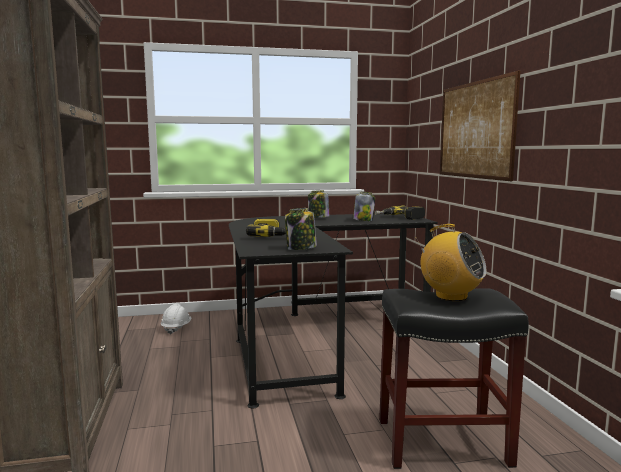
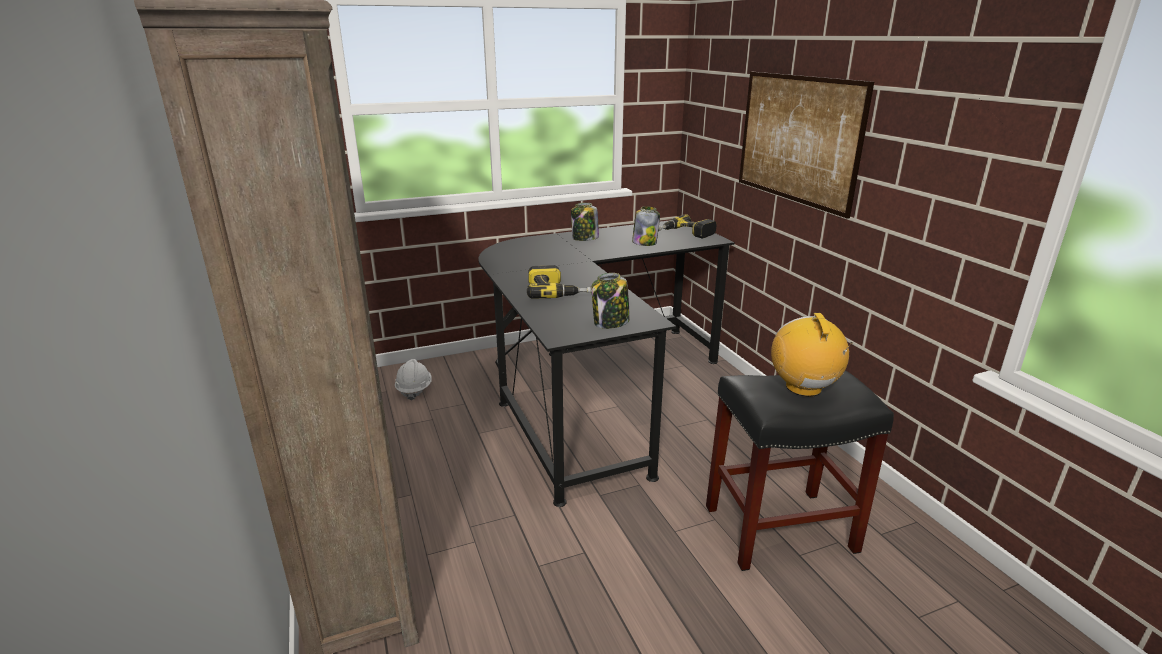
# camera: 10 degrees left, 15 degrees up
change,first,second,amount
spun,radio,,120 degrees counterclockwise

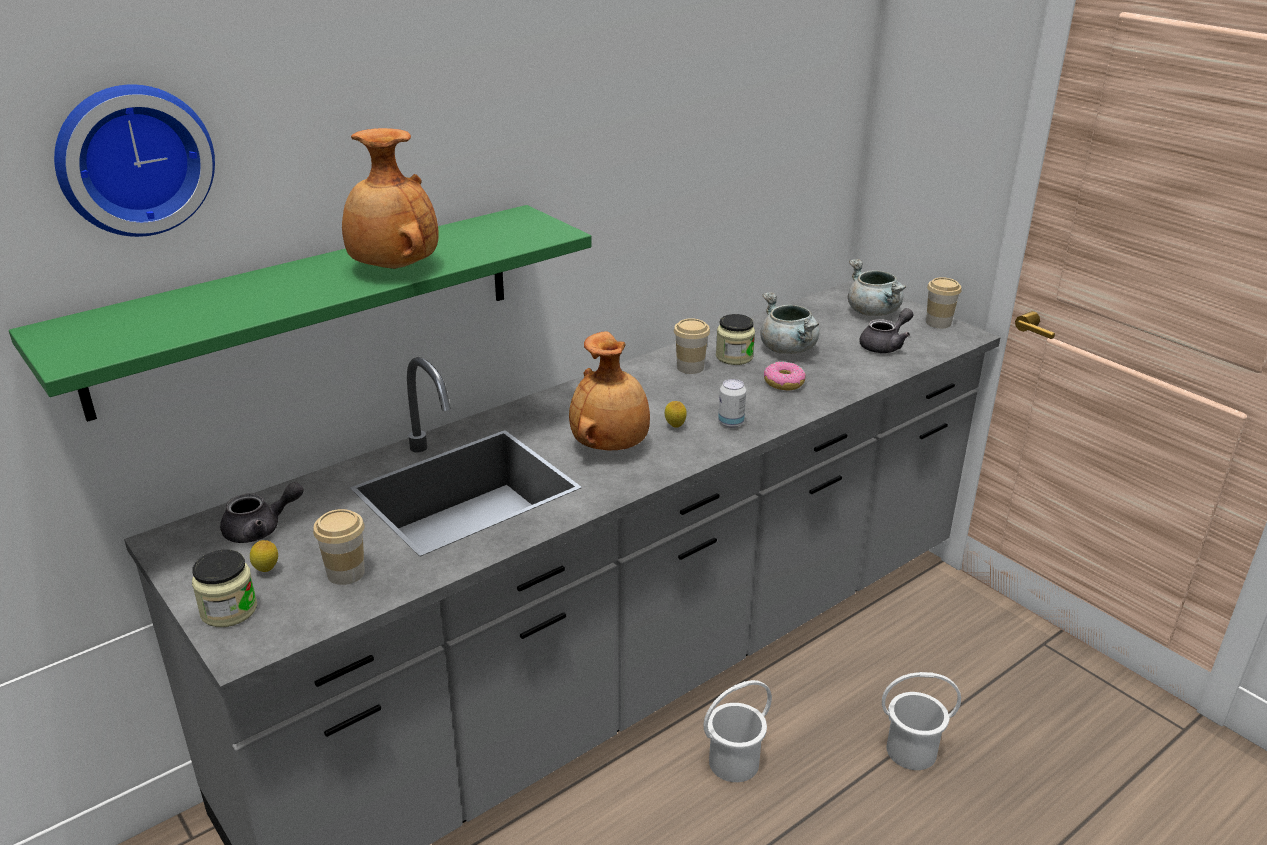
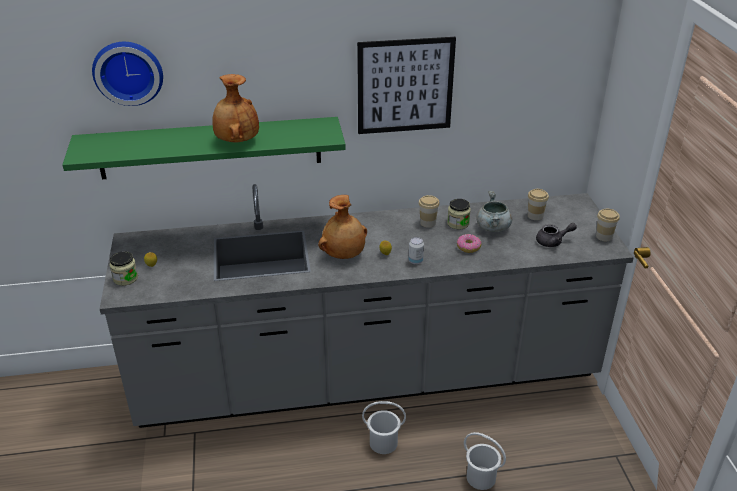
# camera: 30 degrees right, 5 degrees up
change,first,second,amount
missing,cooking pot (grey) (no. 2 from left),,
missing,teapot (grey) (no. 1 from left),,
relocated,cup (no. 1 from left in the first image),cup (no. 2 from left),
appeared,,picture,

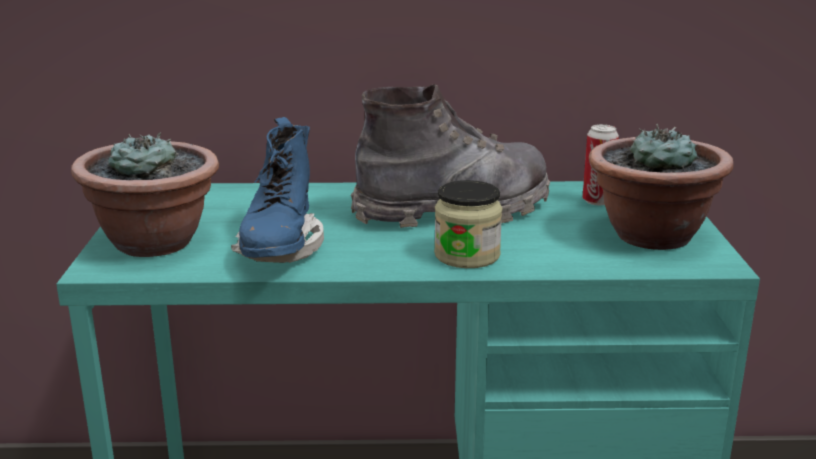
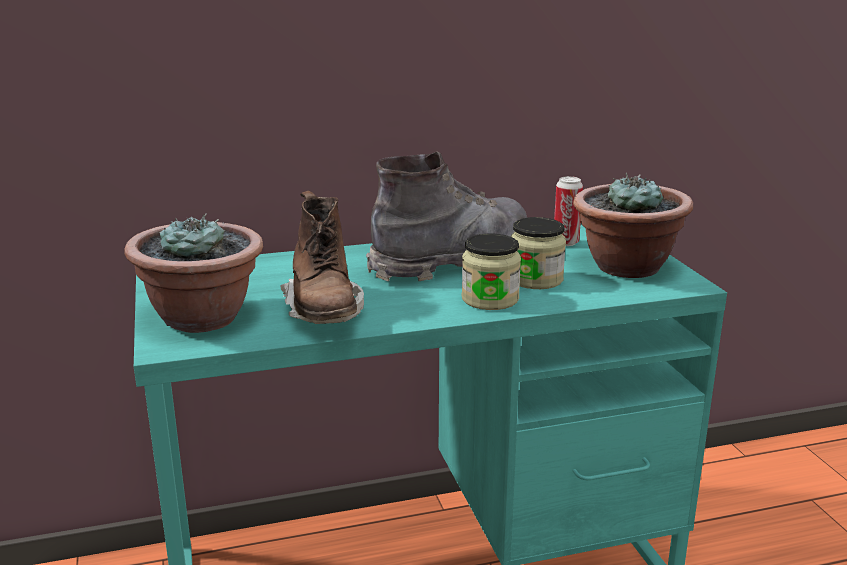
# camera: 15 degrees left, 0 degrees up
change,first,second,amount
colour,boot (blue),boot (brown),
appeared,,jar (no. 2 from left),

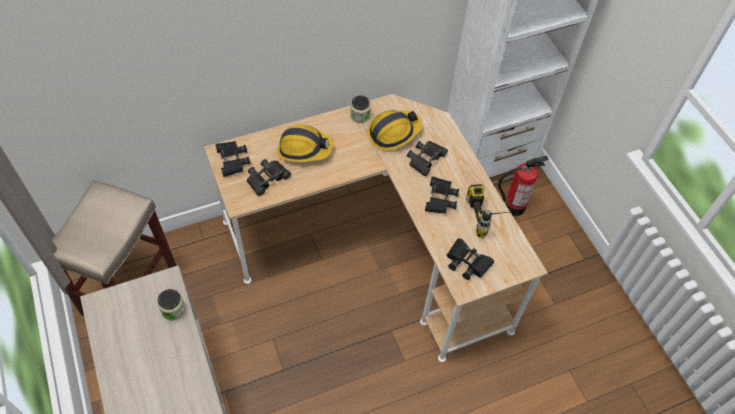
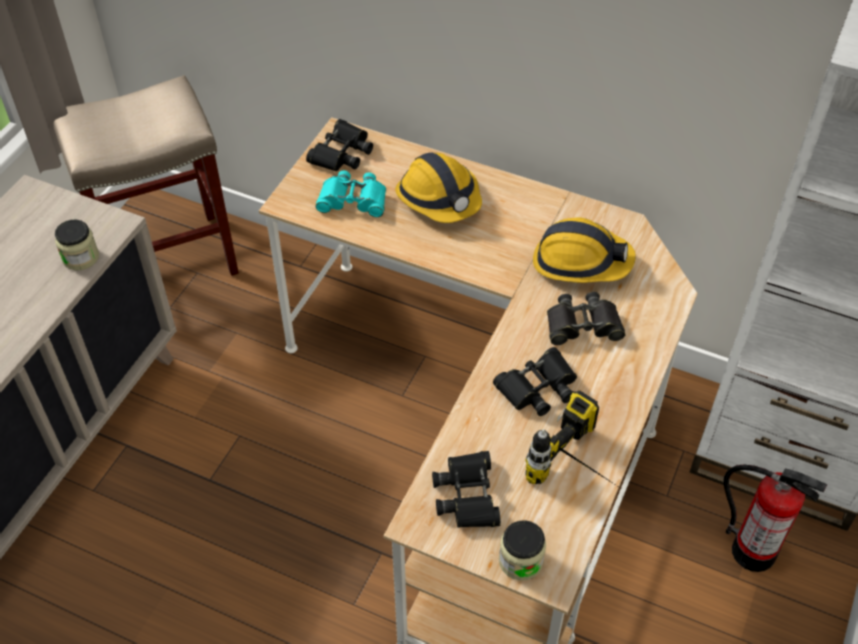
# camera: 50 degrees right, 5 degrees down
change,first,second,amount
relocated,jar (no. 2 from left),,
colour,binoculars (black) (no. 2 from left),binoculars (turquoise),

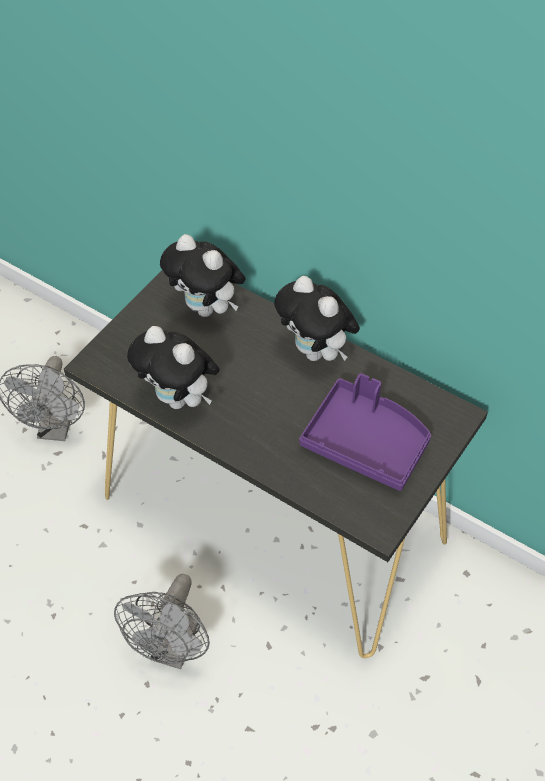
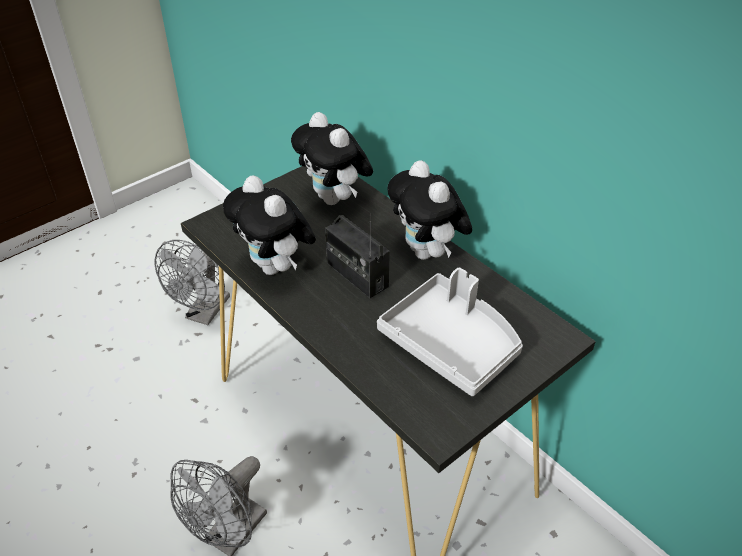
# camera: 15 degrees right, 10 degrees down
change,first,second,amount
colour,tray (purple),tray (grey),
appeared,,radio,

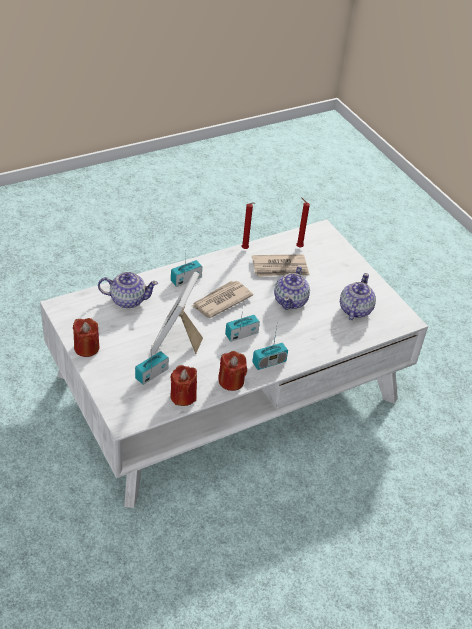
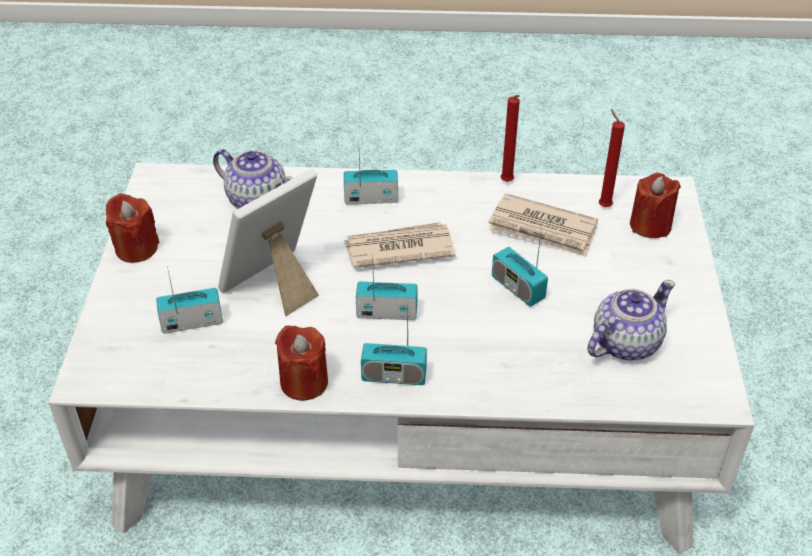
# camera: 35 degrees right, 0 degrees up
change,first,second,amount
exchanged,teapot (no. 2 from left),radio (no. 5 from left),
relocated,candle (red) (no. 2 from left in the first image),candle (red) (no. 5 from left),

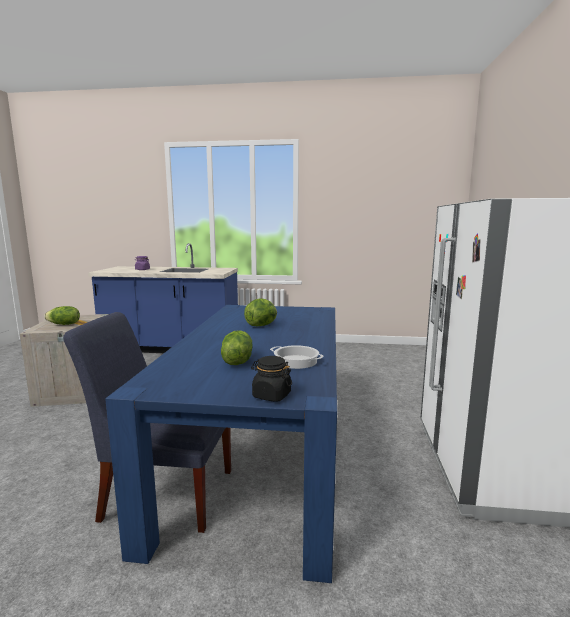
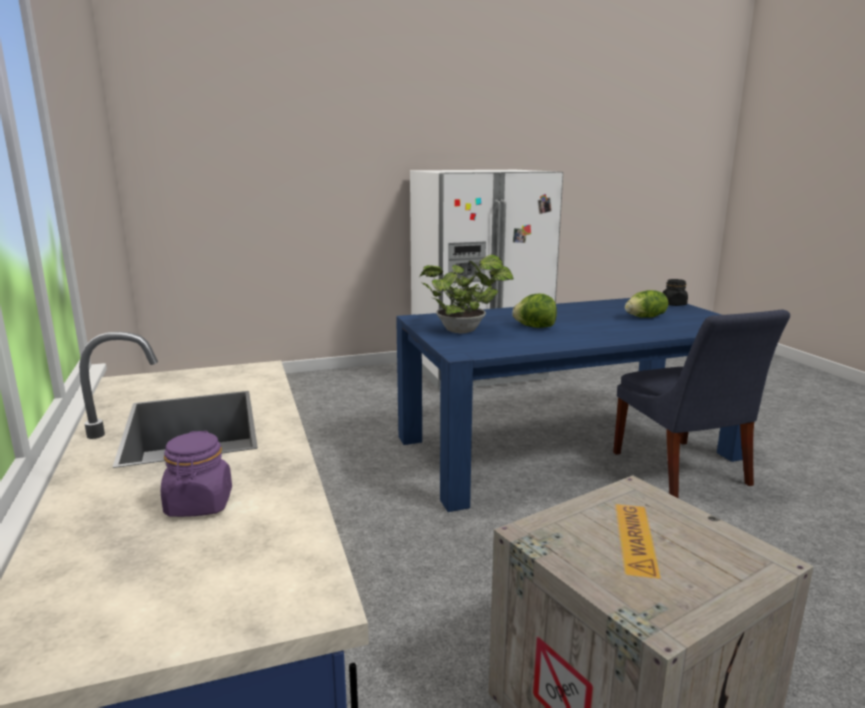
# camera: 115 degrees left, 5 degrees up
change,first,second,amount
missing,lettuce (no. 1 from left),,
missing,cooking pot,,
appeared,,potted plant,

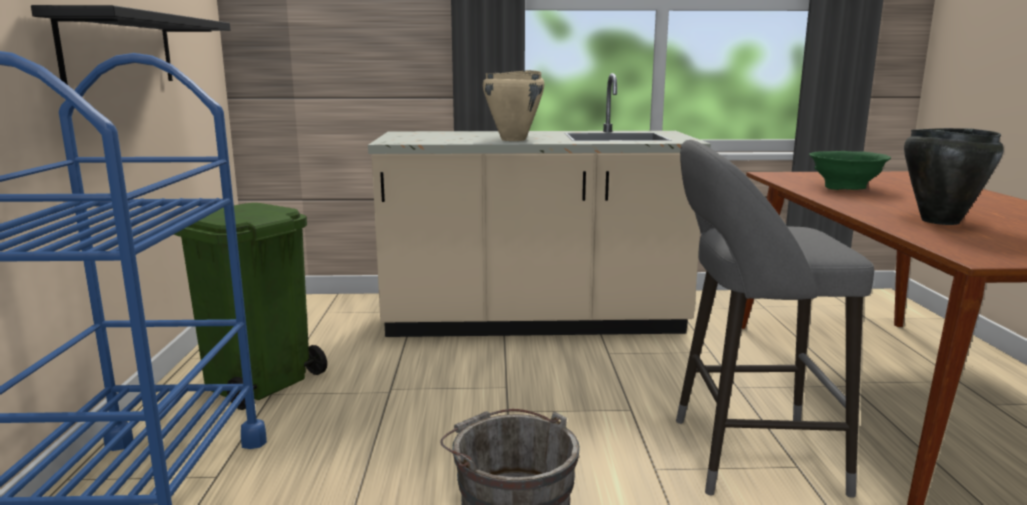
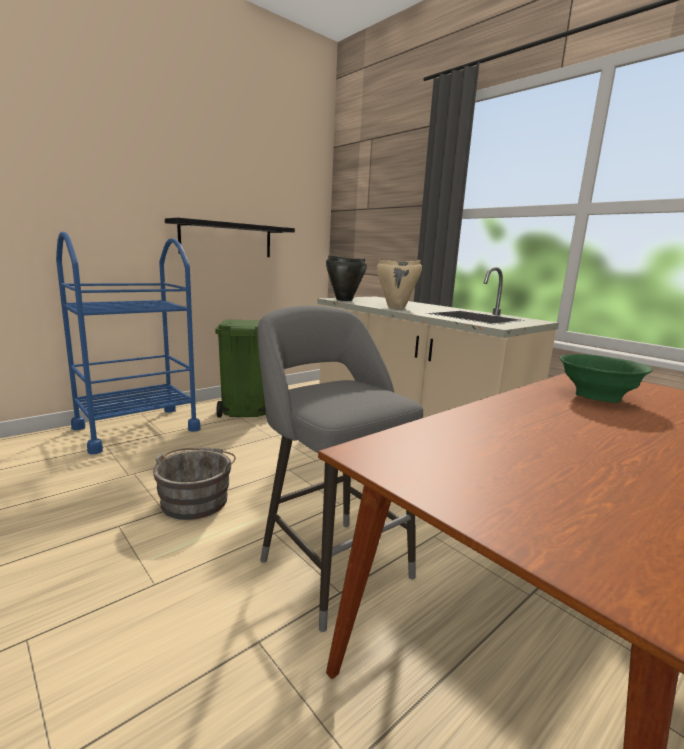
# camera: 50 degrees right, 0 degrees up
change,first,second,amount
relocated,cooking pot (black),,

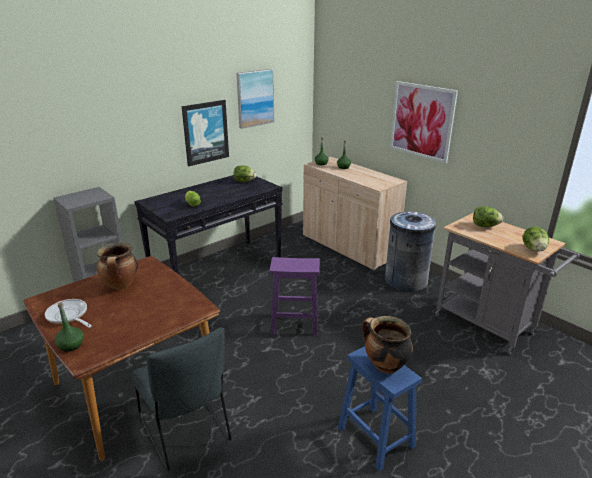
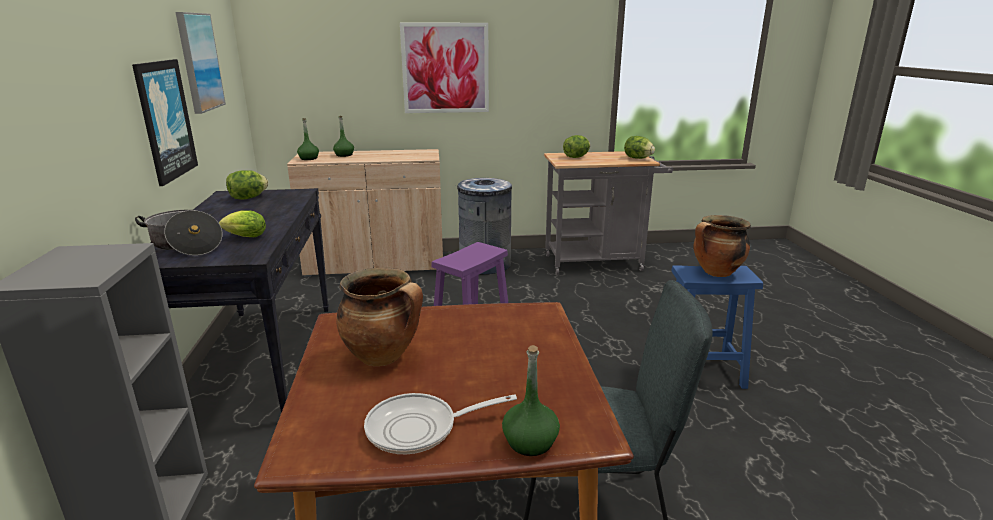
# camera: 55 degrees left, 5 degrees down
change,first,second,amount
appeared,,cooking pot (no. 1 from left),

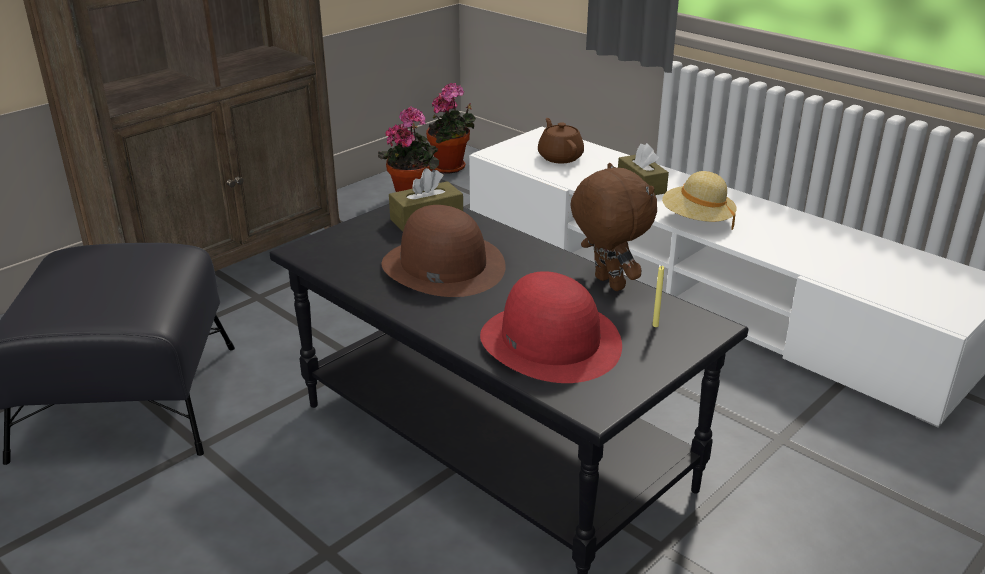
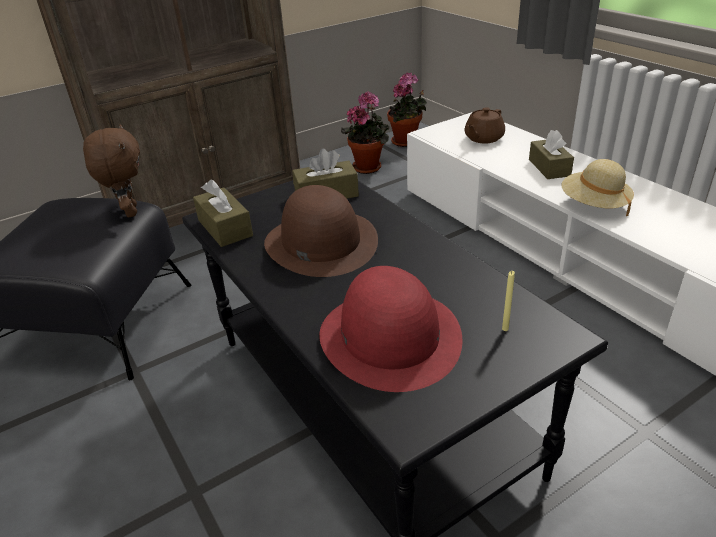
# camera: 15 degrees right, 5 degrees up
change,first,second,amount
spun,teapot (brown),,135 degrees counterclockwise
relocated,plush toy (brown),,
appeared,,tissue box (brown) (no. 1 from left),

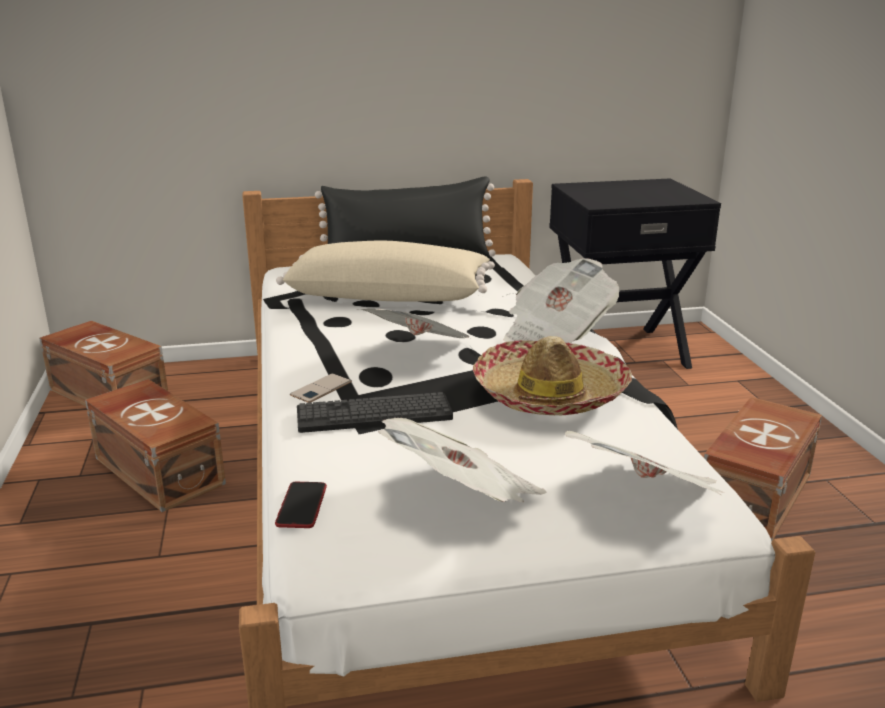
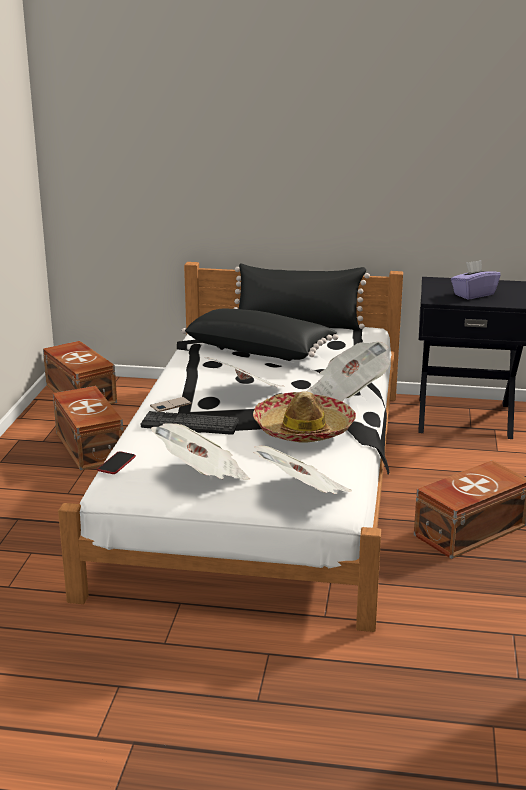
# camera: 20 degrees right, 0 degrees up
change,first,second,amount
colour,pillow (beige),pillow (black) (no. 1 from left),
appeared,,tissue box (purple),

